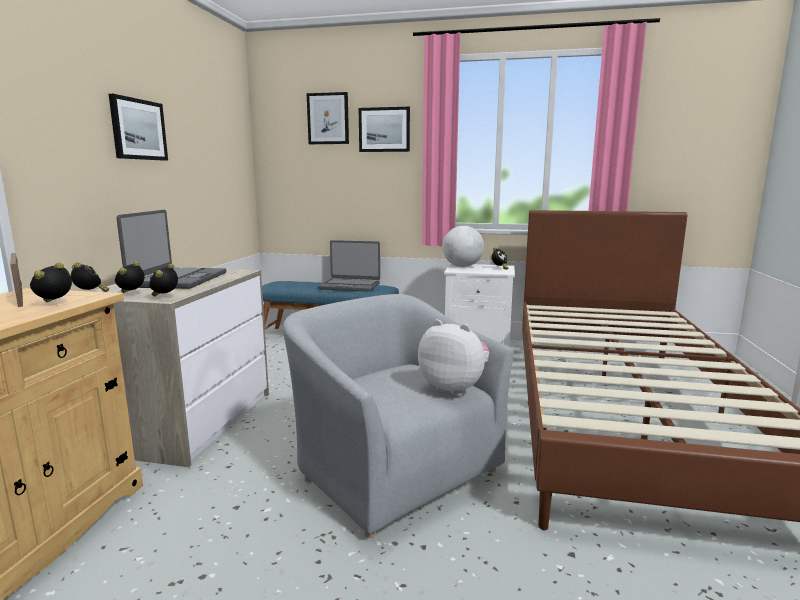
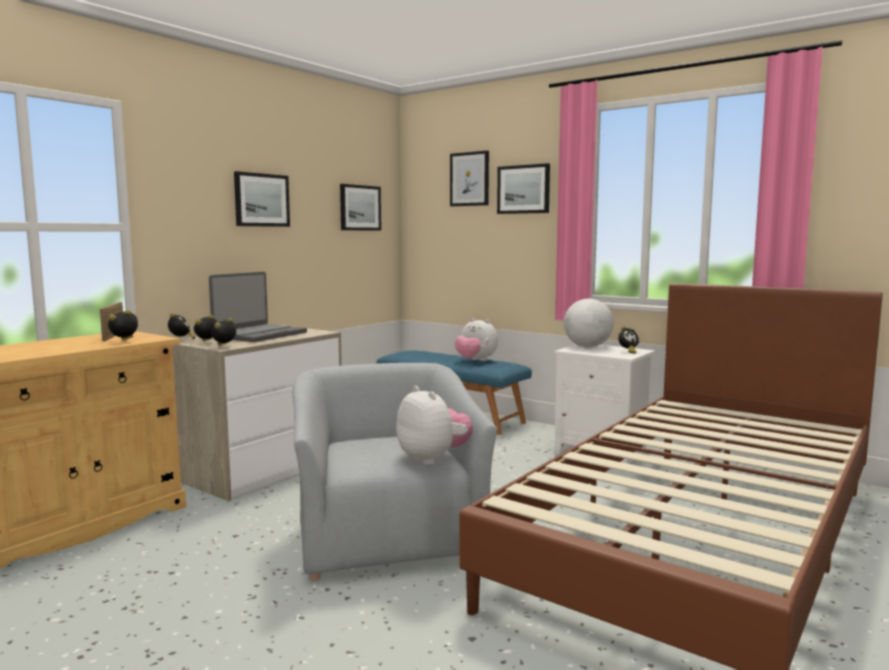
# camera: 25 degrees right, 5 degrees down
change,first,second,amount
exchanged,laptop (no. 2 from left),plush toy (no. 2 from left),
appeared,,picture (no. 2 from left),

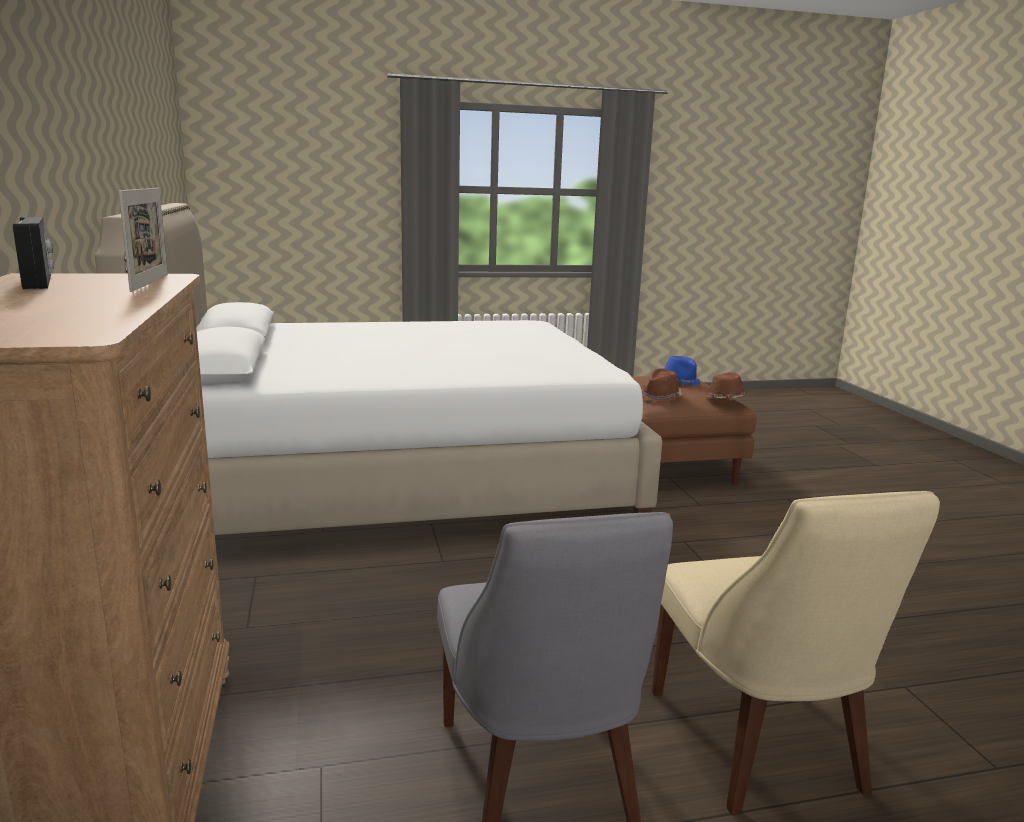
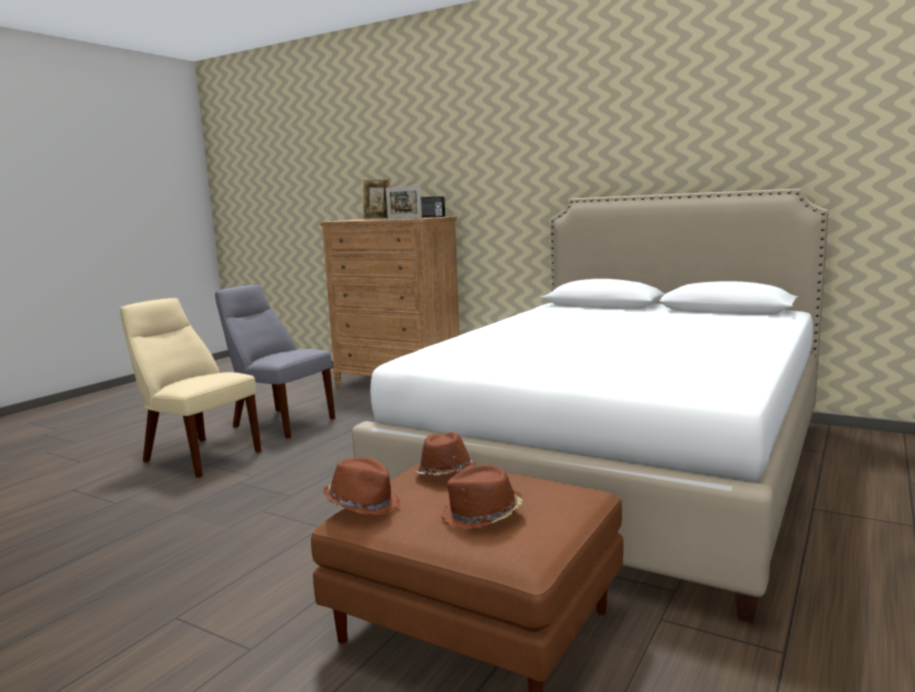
# camera: 135 degrees right, 5 degrees down
change,first,second,amount
colour,hat (blue),hat (brown) (no. 3 from left),
appeared,,picture frame (no. 1 from left),

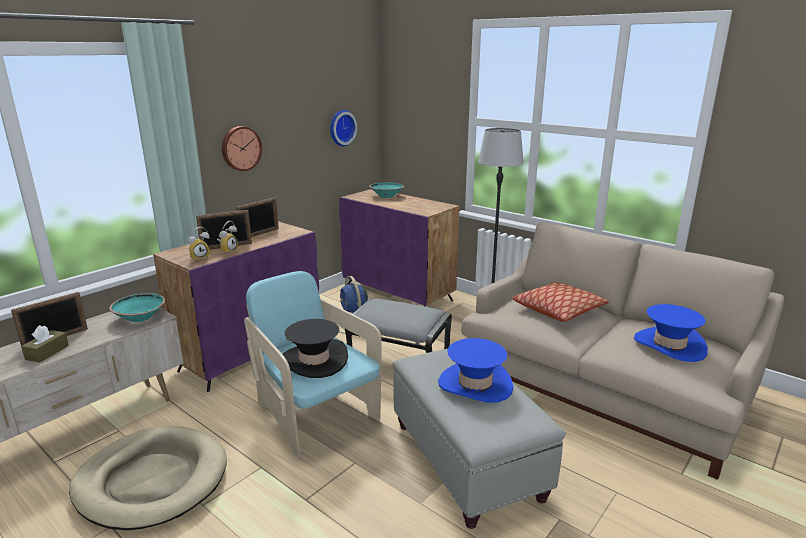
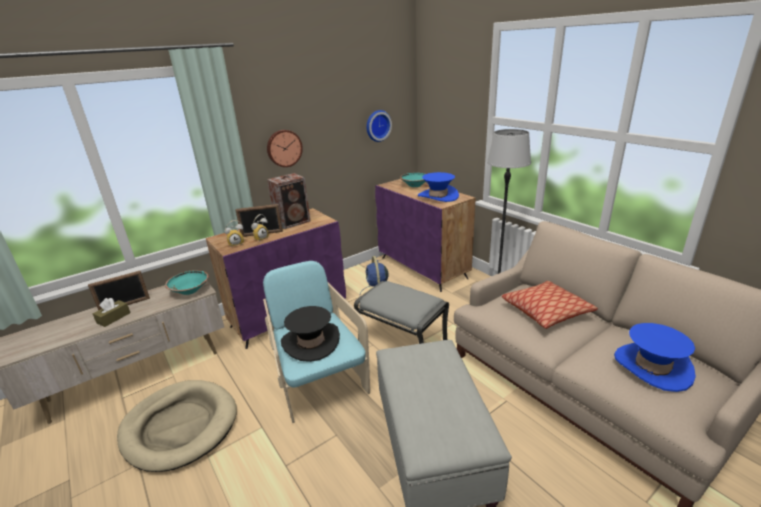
# camera: 15 degrees right, 5 degrees up
change,first,second,amount
exchanged,picture frame (no. 3 from left),speaker,
relocated,hat (blue) (no. 1 from left),,

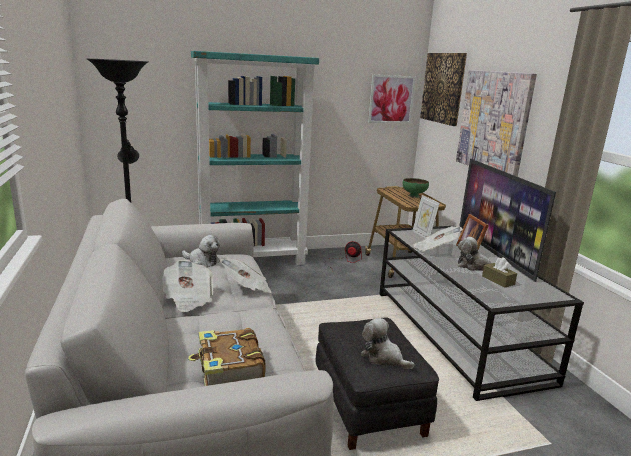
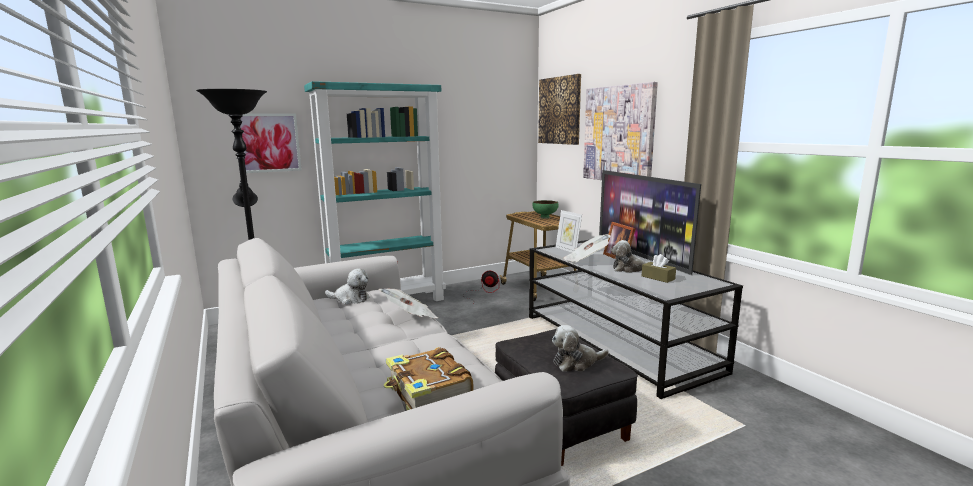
# camera: 10 degrees left, 5 degrees down
change,first,second,amount
relocated,picture (no. 1 from left),,
missing,newspaper (no. 1 from left),,
spun,plush toy (no. 2 from left),,45 degrees counterclockwise

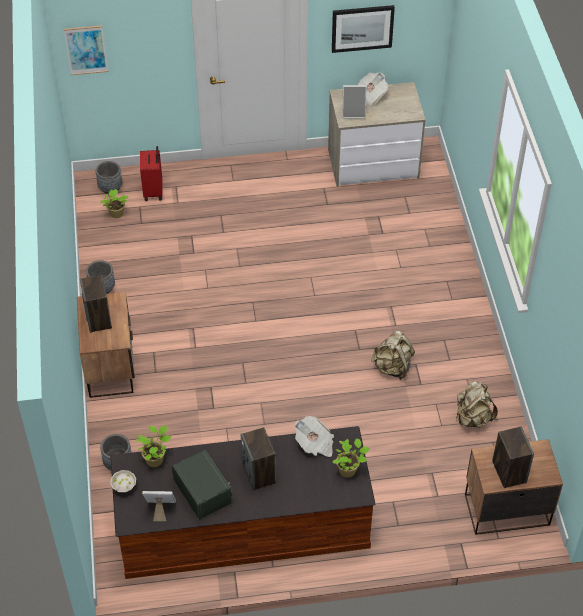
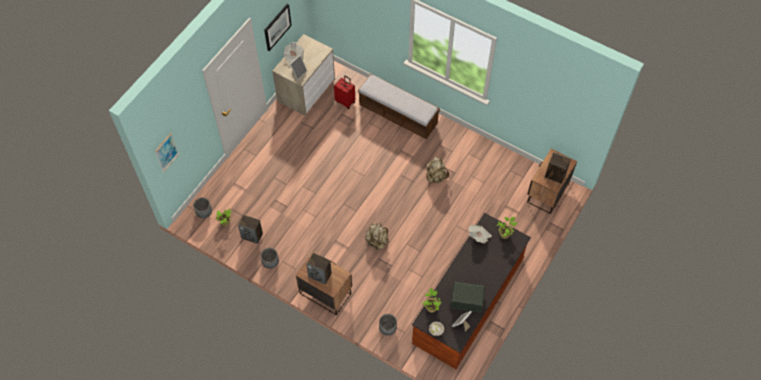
# camera: 50 degrees left, 10 degrees up
change,first,second,amount
relocated,suitcase (red),,
relocated,backpack (beige) (no. 2 from left in the first image),backpack (beige) (no. 1 from left),
relocated,speaker (no. 2 from left in the first image),speaker (no. 1 from left),
appeared,,bench,

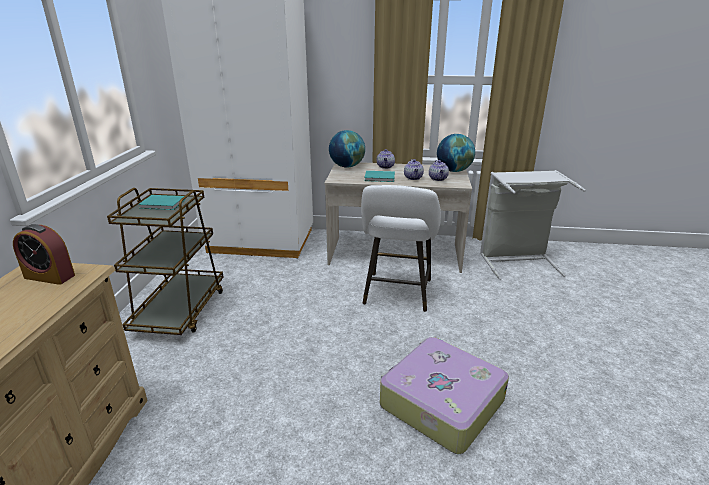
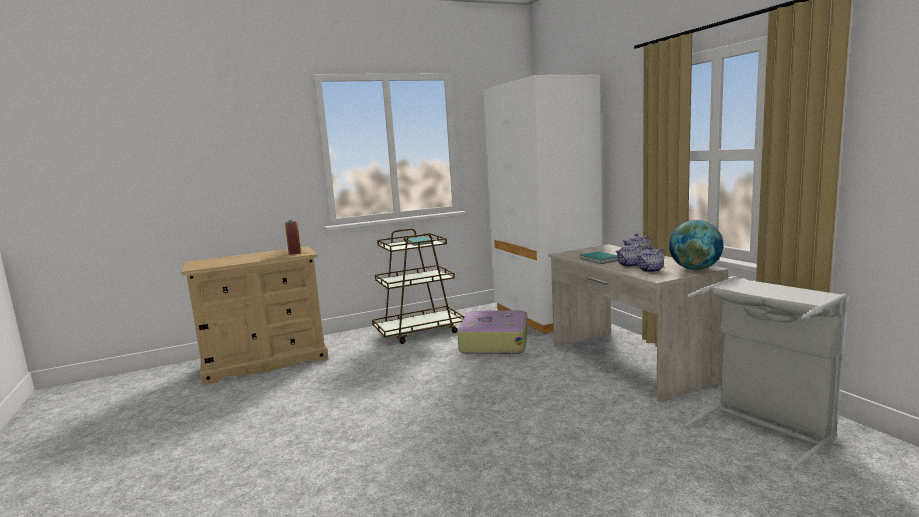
# camera: 60 degrees right, 15 degrees down
change,first,second,amount
missing,globe (no. 1 from left),,
missing,stool (white),,
relocated,suitcase,,

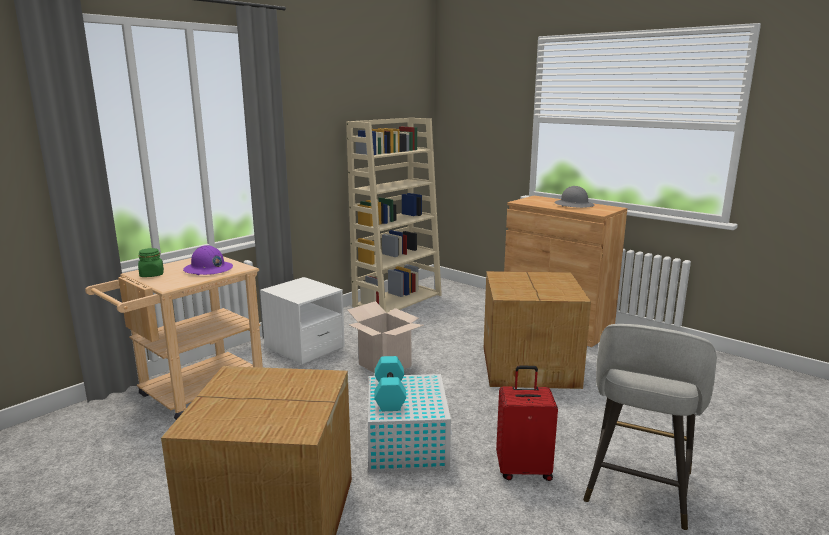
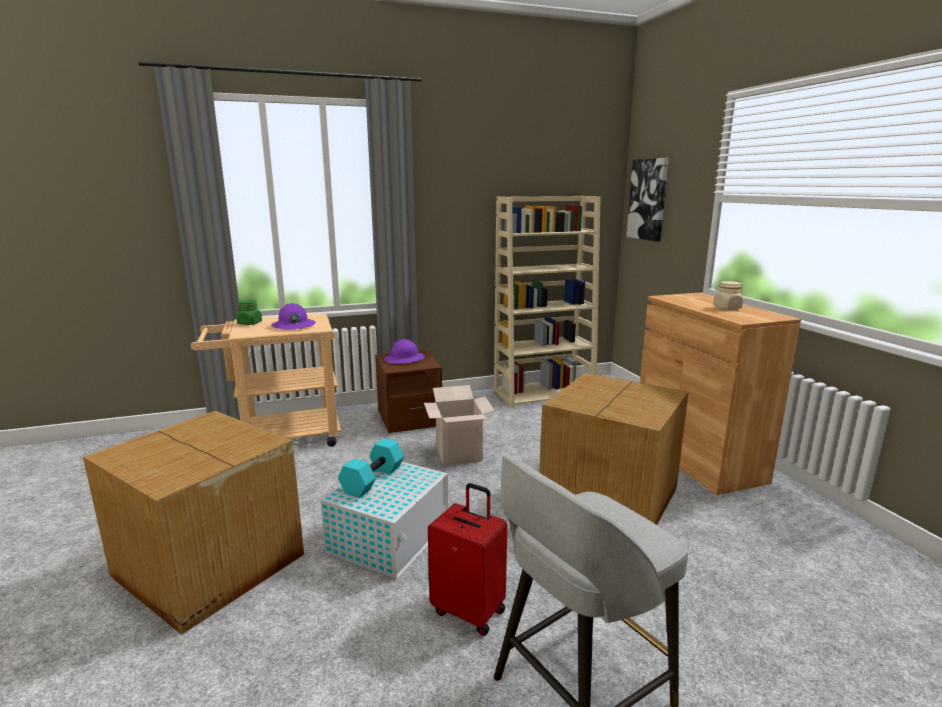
# camera: 30 degrees right, 0 degrees up
change,first,second,amount
exchanged,hard hat (grey),jar (beige),
colour,nightstand (white),nightstand (brown),
appeared,,picture,
appeared,,hard hat (purple) (no. 2 from left),

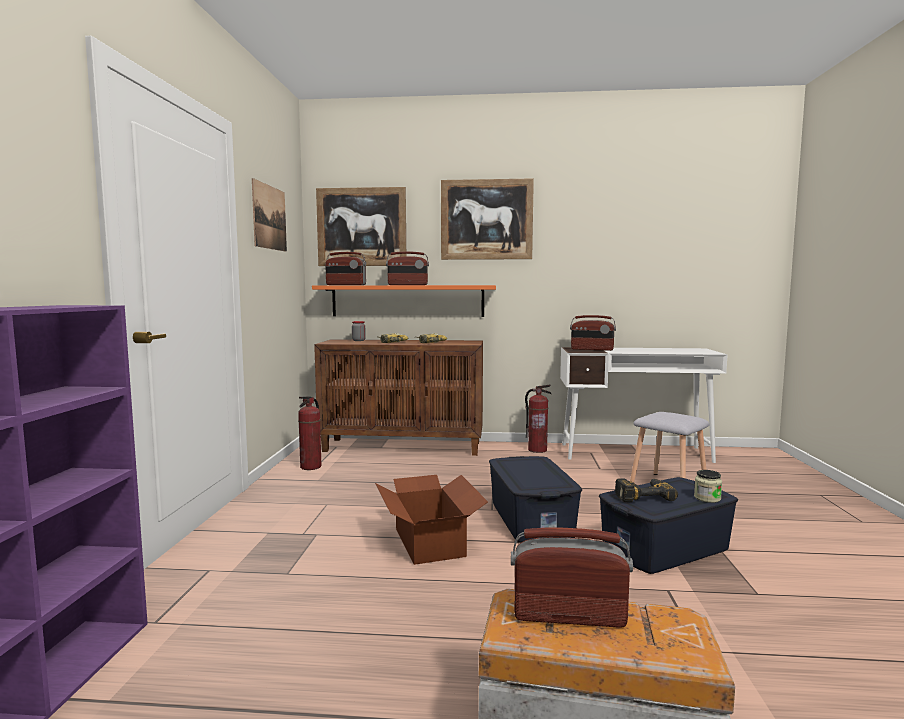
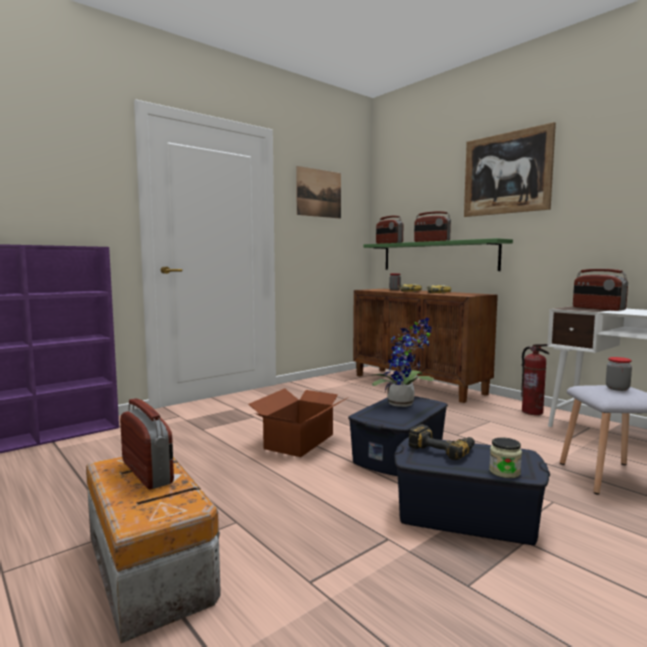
# camera: 45 degrees right, 0 degrees up
change,first,second,amount
missing,picture (no. 2 from left),,
colour,shelf (orange),shelf (green),
missing,fire extinguisher (no. 1 from left),,
appeared,,potted plant,
appeared,,jar (no. 3 from left),

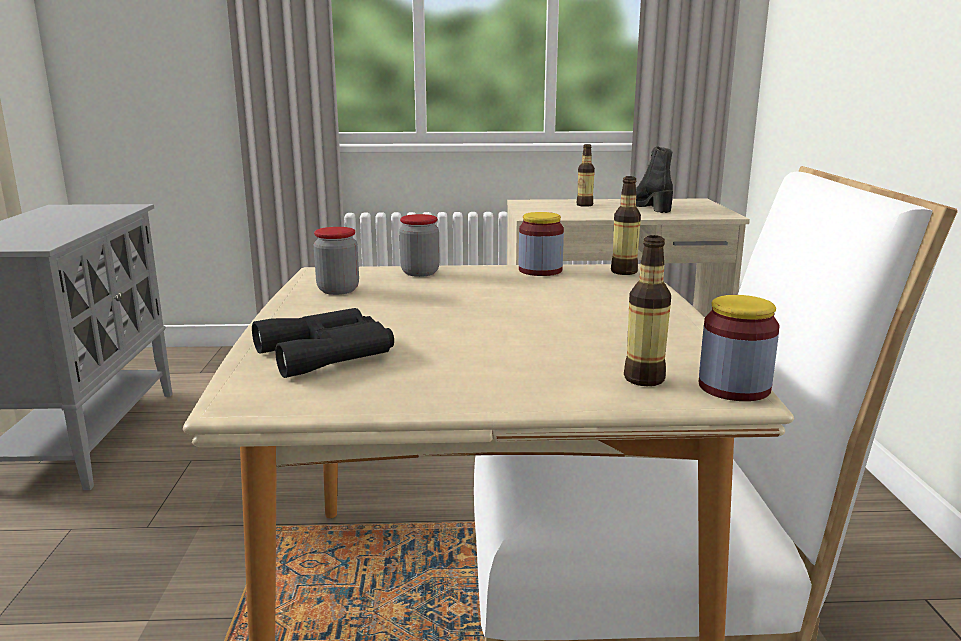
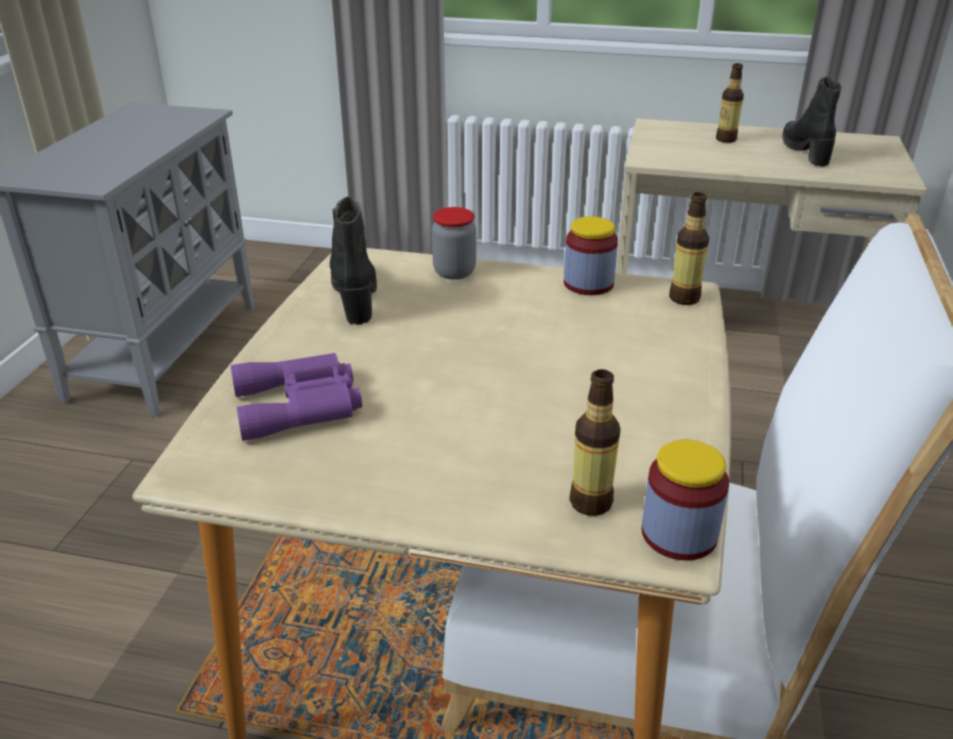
# camera: 15 degrees right, 15 degrees up
change,first,second,amount
exchanged,jar (no. 1 from left),boot (black) (no. 1 from left),
colour,binoculars (black),binoculars (purple),

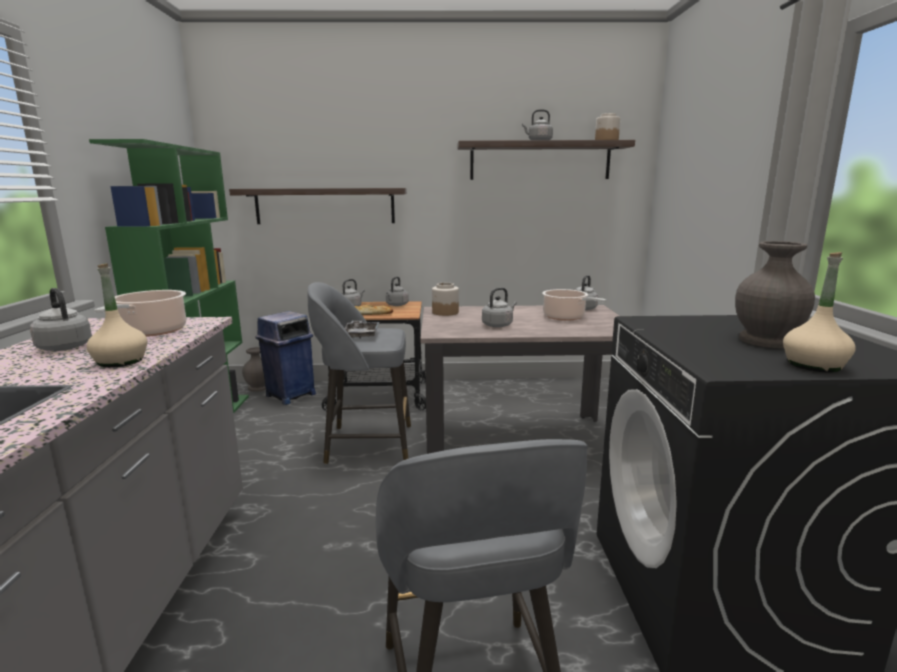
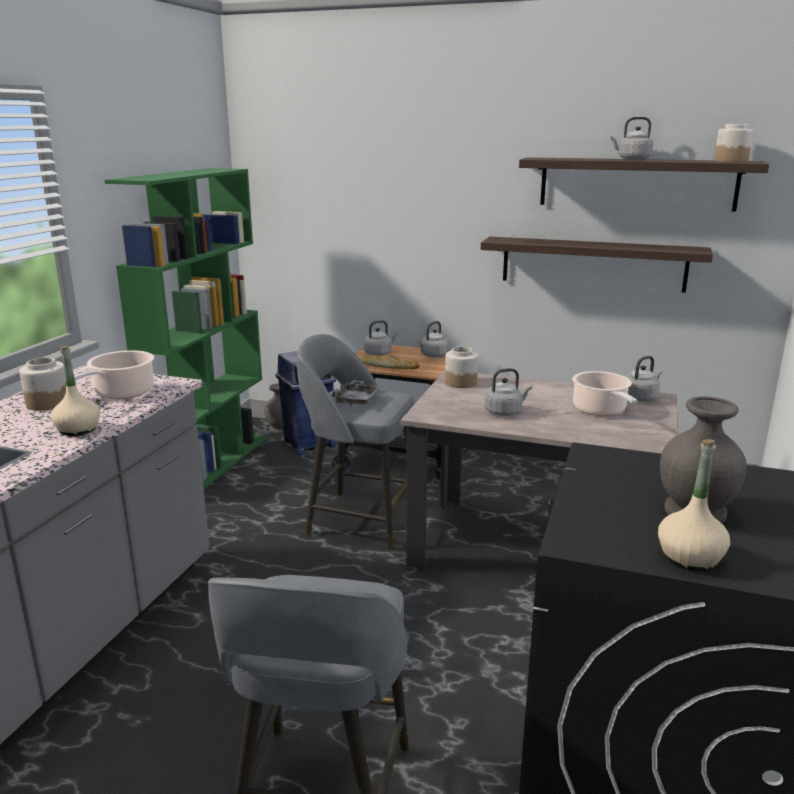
# camera: 20 degrees right, 5 degrees up
change,first,second,amount
relocated,shelf (no. 1 from left),,
exchanged,kettle (grey) (no. 1 from left),jar (no. 1 from left),

